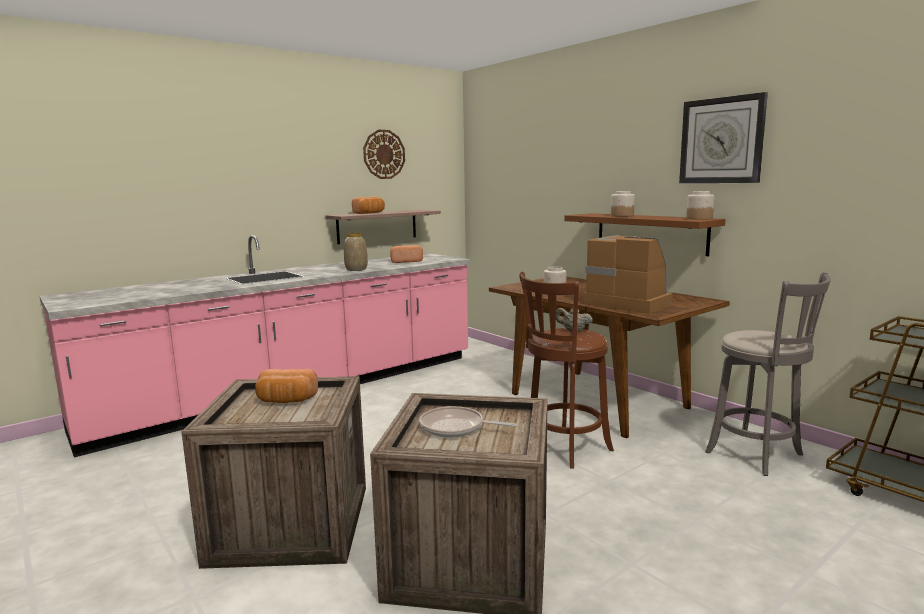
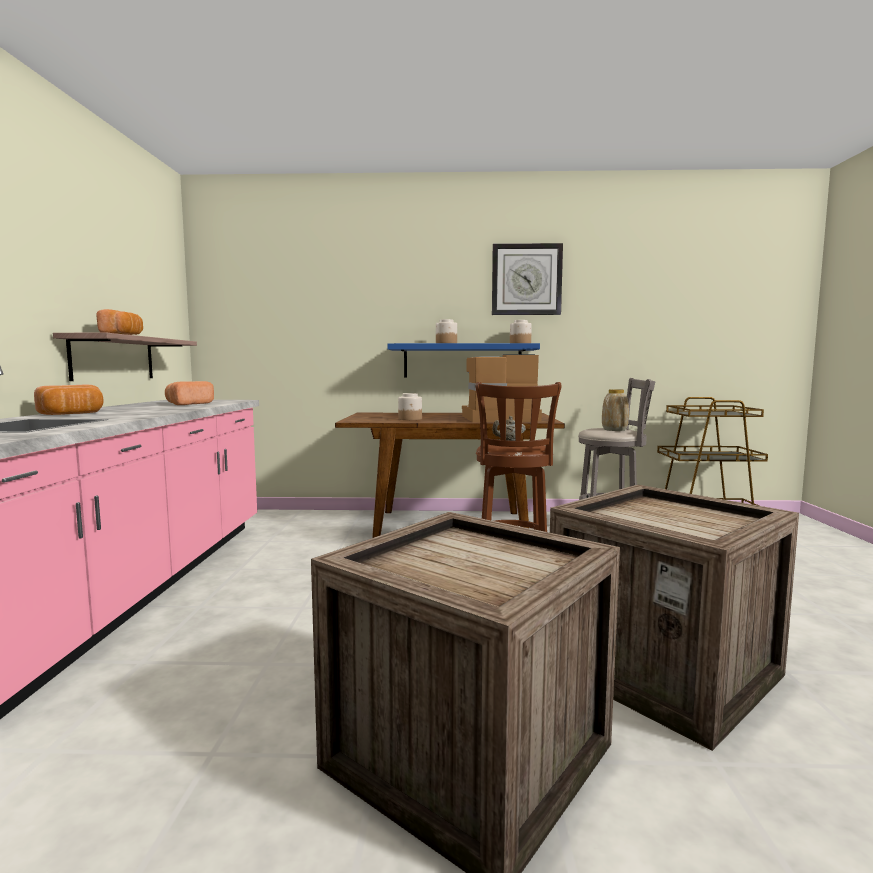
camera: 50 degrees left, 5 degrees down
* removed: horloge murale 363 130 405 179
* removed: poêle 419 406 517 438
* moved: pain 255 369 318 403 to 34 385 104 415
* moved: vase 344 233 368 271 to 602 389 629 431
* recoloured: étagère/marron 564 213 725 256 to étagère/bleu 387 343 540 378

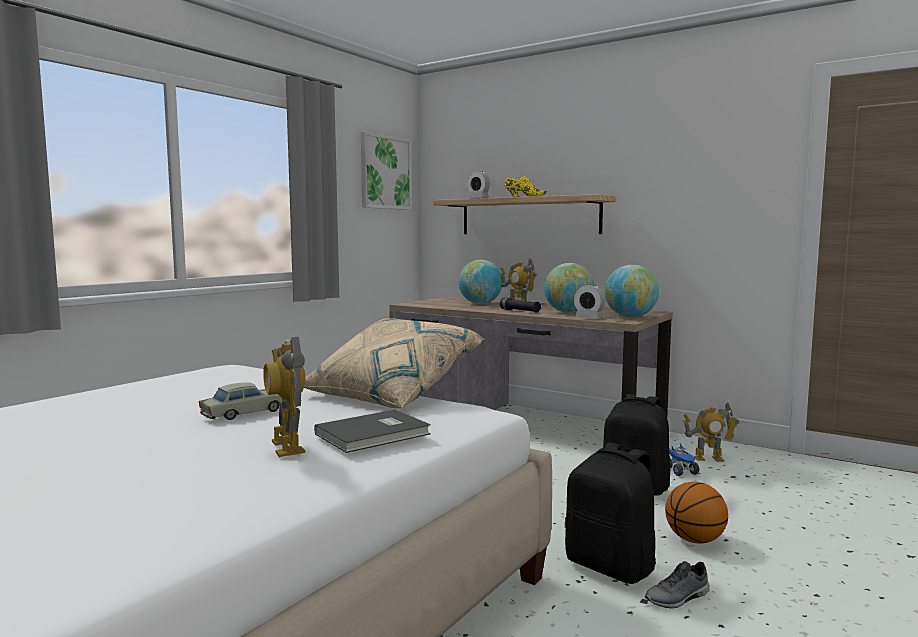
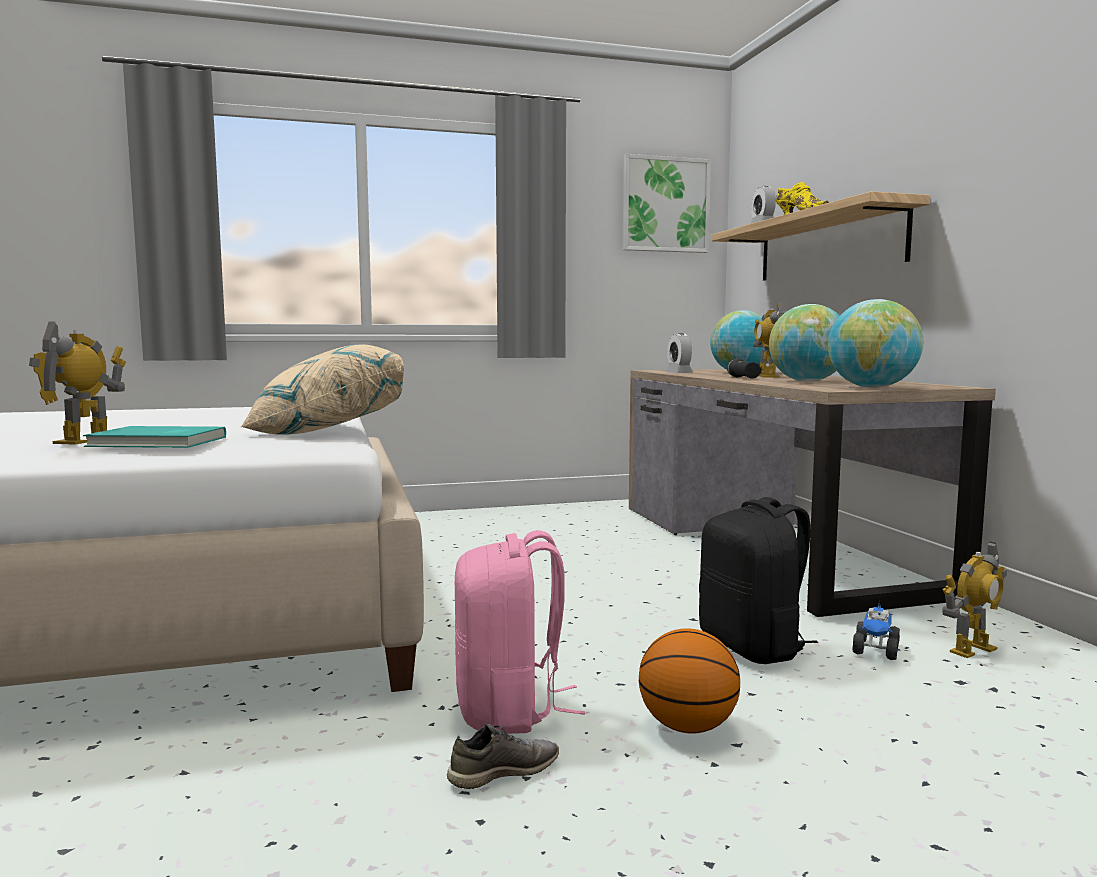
camera: 40 degrees right, 0 degrees up
* removed: petite voiture/beige 199 383 283 420
* moved: réveil 574 284 605 319 to 665 333 693 373
* recoloured: livre/gris 314 410 431 453 to livre/turquoise 83 426 226 448
* recoloured: sac à dos/noir 565 443 656 584 to sac à dos/rose 455 530 585 734
* turned: chaussure/gris 645 561 710 608 = 447 723 559 789 135 degrees clockwise
* turned: robot jouet 683 402 739 462 = 942 541 1007 658 75 degrees counterclockwise

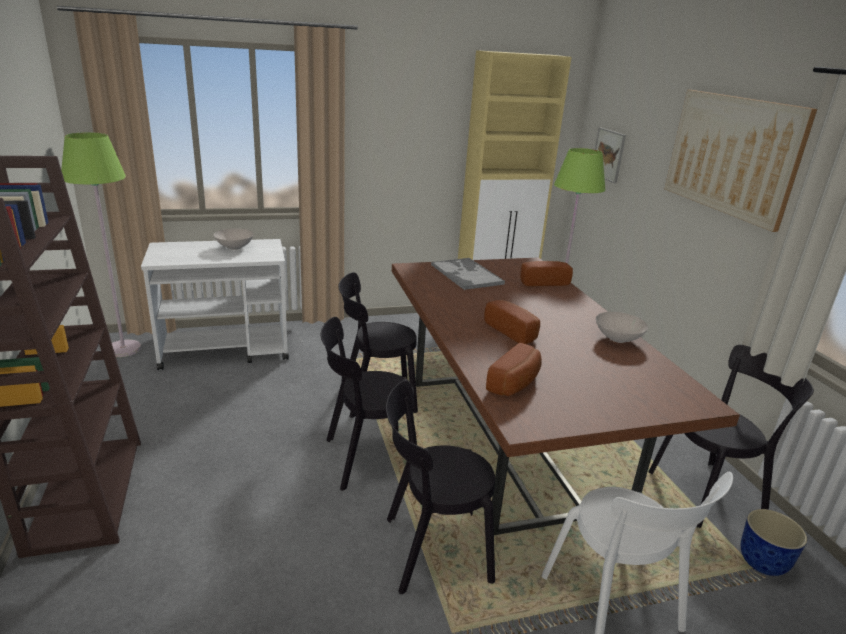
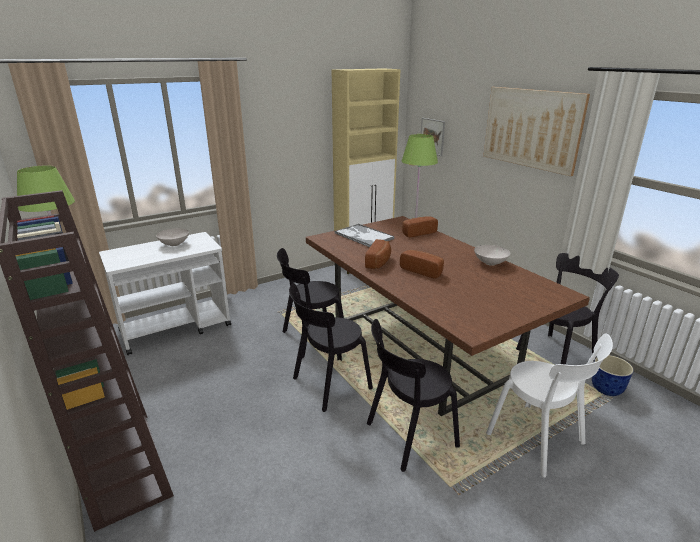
camera: 15 degrees left, 0 degrees up
* moved: pain 486 343 542 396 to 365 239 391 269

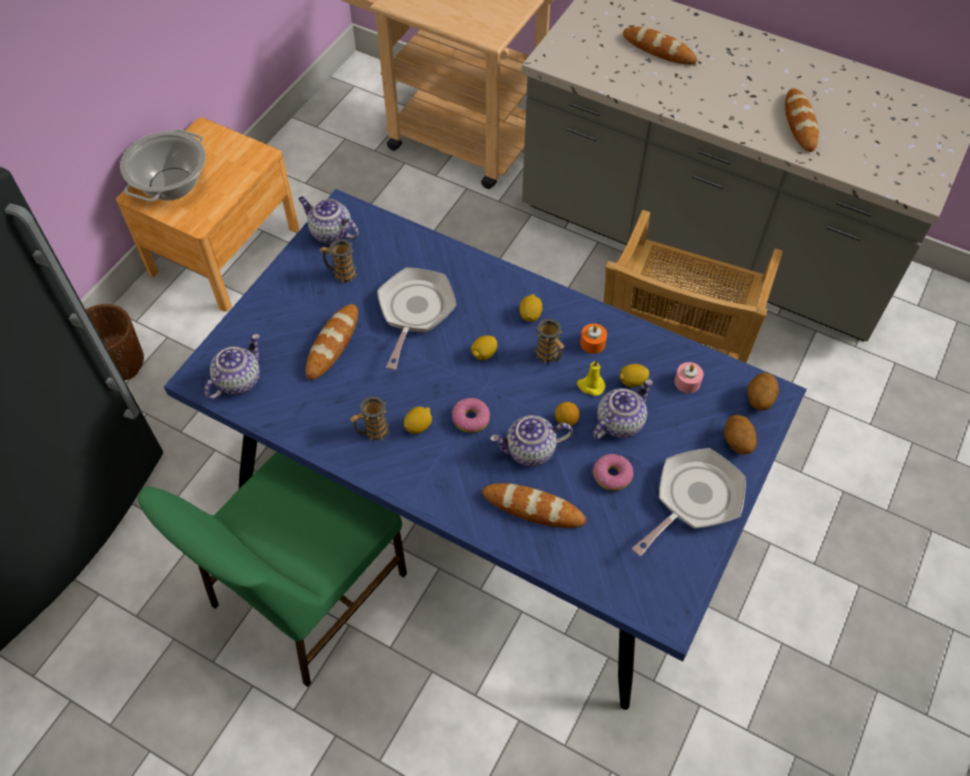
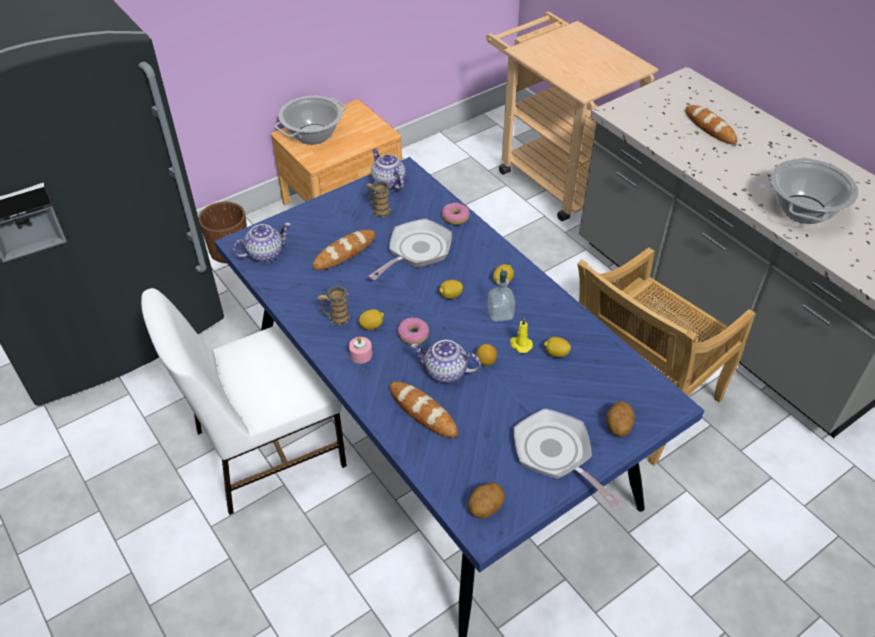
camera: 25 degrees right, 10 degrees down
* removed: bougie/orange 580 323 607 354
* removed: théière 593 379 653 439
* moved: beignet 593 454 633 491 to 442 203 470 225
* moved: bougie/rose 674 362 704 393 to 349 337 372 364
* moved: pomme de terre 747 372 779 411 to 468 482 505 519
* replaced: mug 534 319 564 363 to distributeur de savon 487 269 515 322
* replaced: pain 785 88 819 152 to marmite 771 157 859 224
* recoloured: chaise/vert 138 452 407 687 to chaise/blanc 141 288 347 515
* turned: poêle 632 448 746 556 = 514 408 620 507 105 degrees counterclockwise

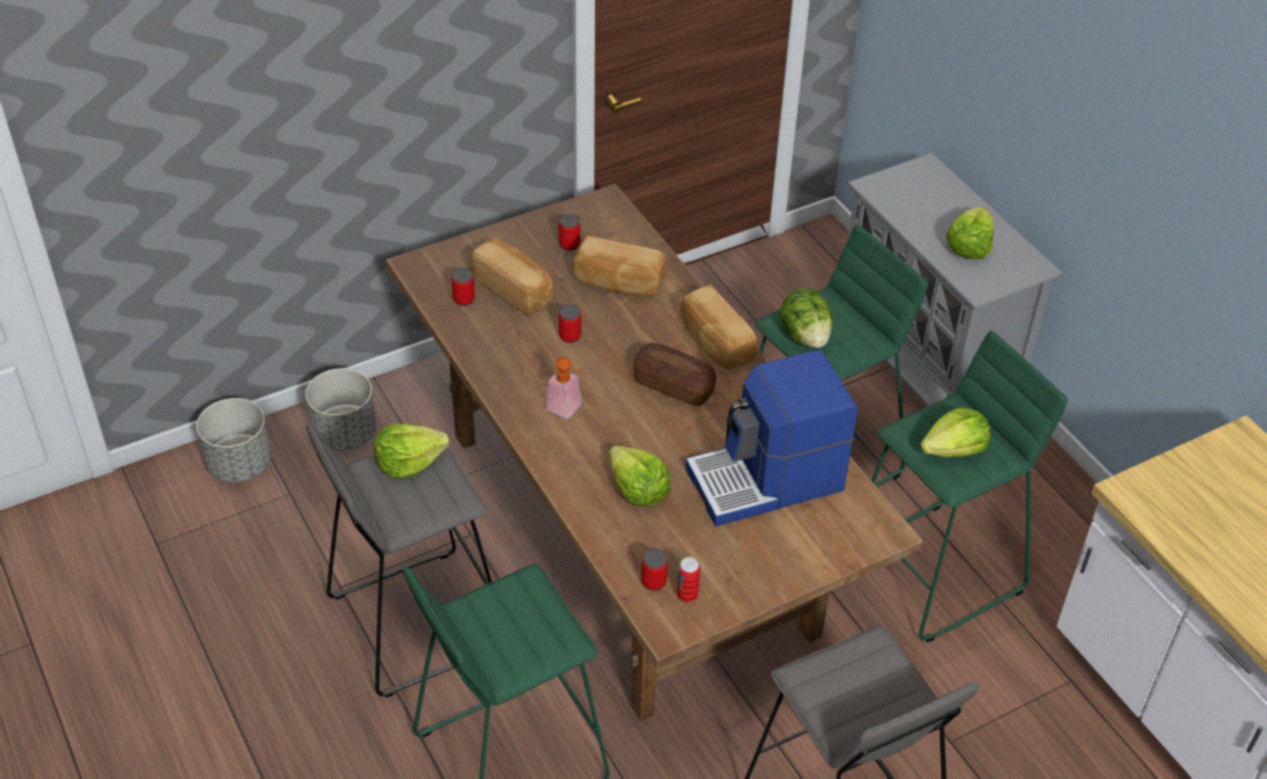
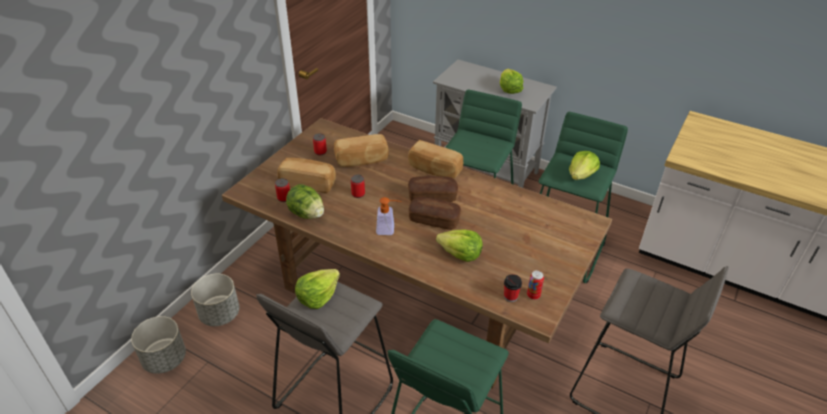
camera: 30 degrees left, 5 degrees down
* removed: machine à café 685 350 857 527
* added: pain 409 197 461 230
* moved: laitue 780 288 833 348 to 286 184 324 219
* replaced: boîte métallique 641 548 668 591 to tasse 504 274 522 302

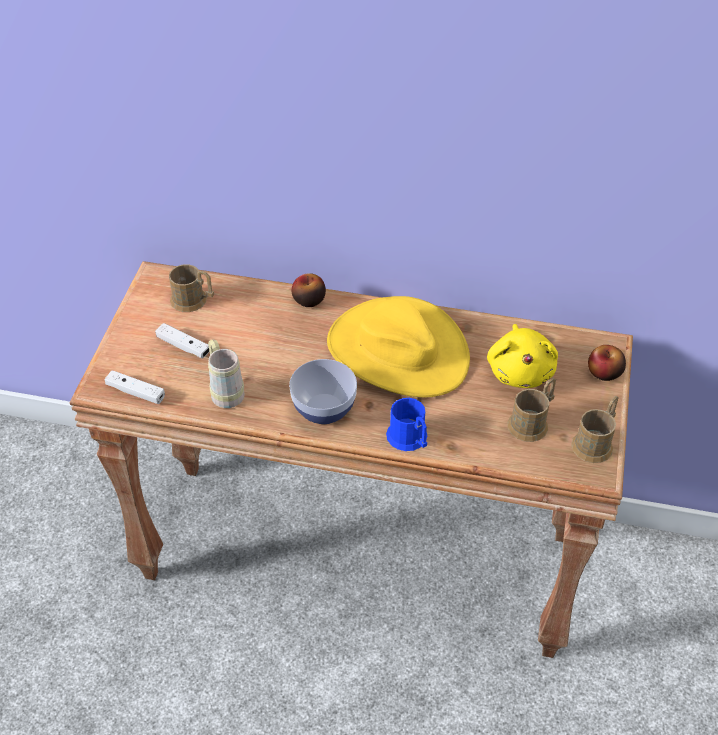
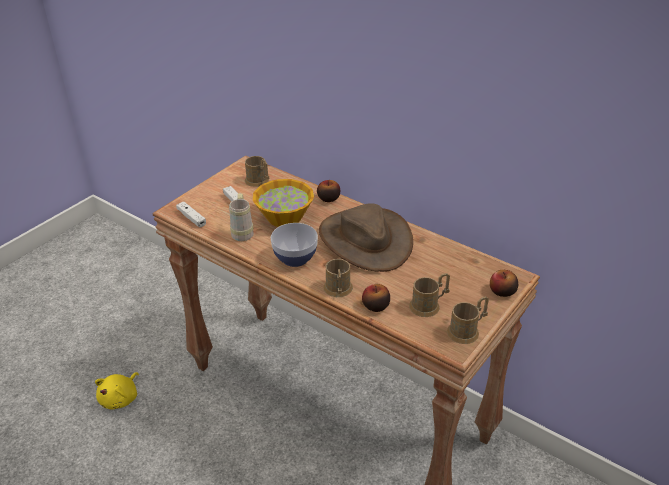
camera: 25 degrees right, 10 degrees down
* added: bol 253 179 314 227
* added: pomme 362 284 390 312
* moved: peluche/jaune 487 324 558 388 to 95 372 139 409
* recoloured: chapeau/jaune 327 296 470 398 to chapeau/marron 319 203 413 272
* recoloured: mug/bleu 386 398 427 451 to mug/marron 323 259 353 297

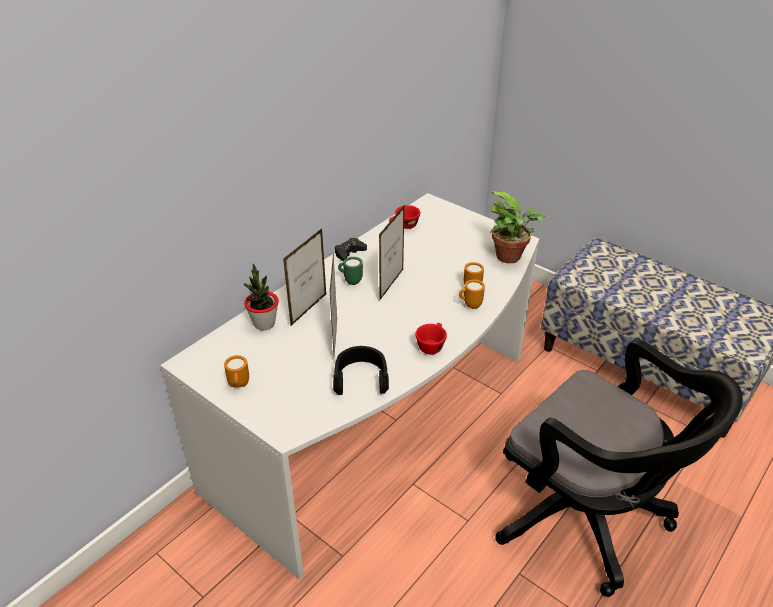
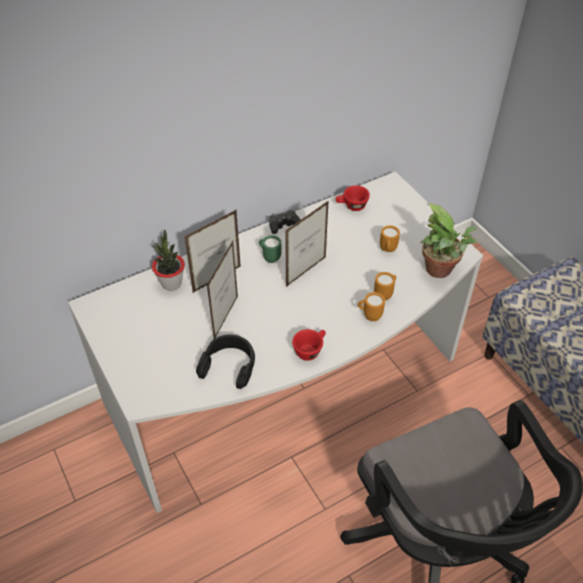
camera: 20 degrees right, 10 degrees up
* moved: mug/orange 224 355 249 388 to 380 225 400 252

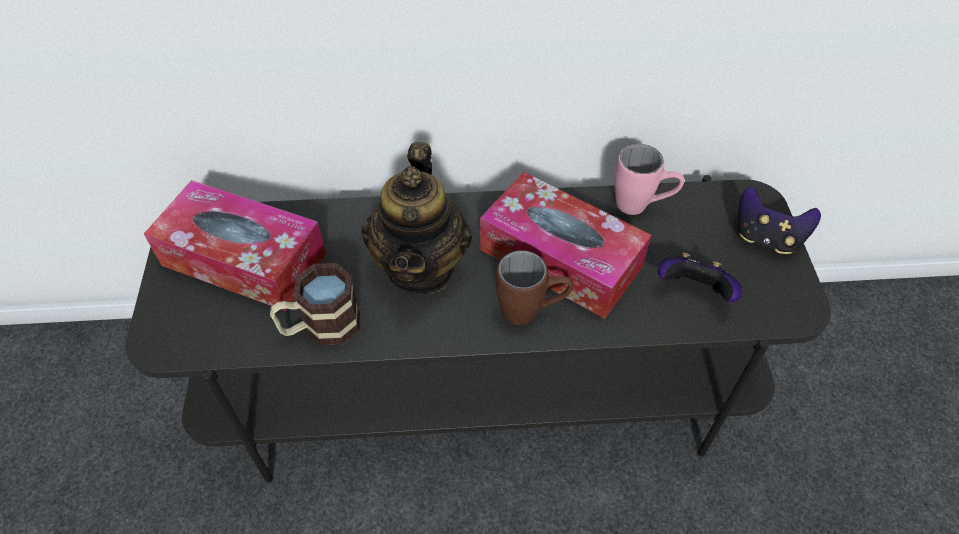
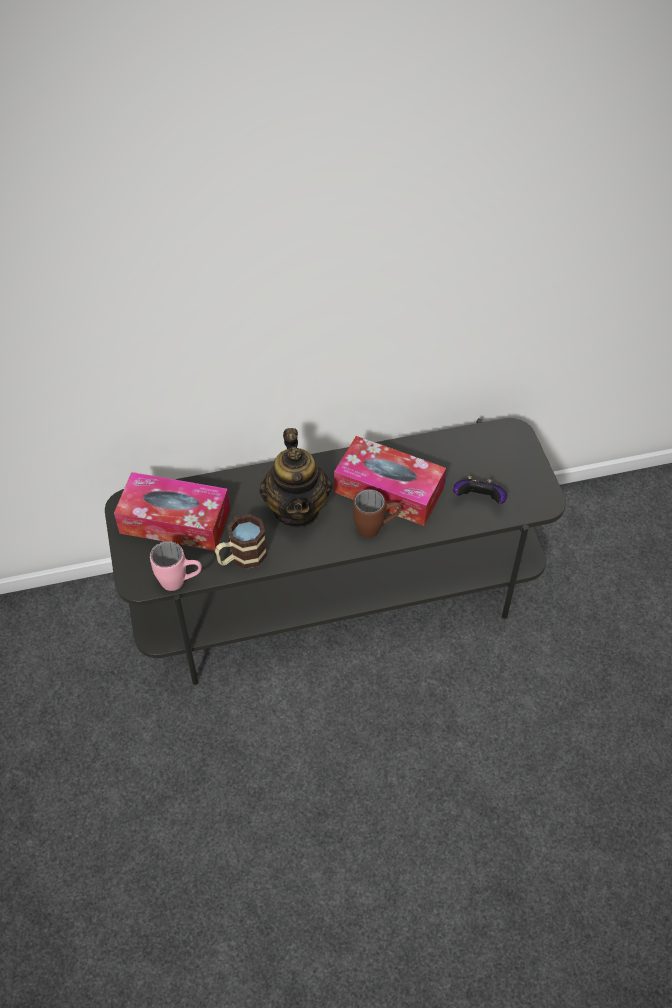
camera: 10 degrees left, 0 degrees up
* removed: manette 738 186 821 254
* moved: mug/rose 614 144 684 215 to 150 541 202 591

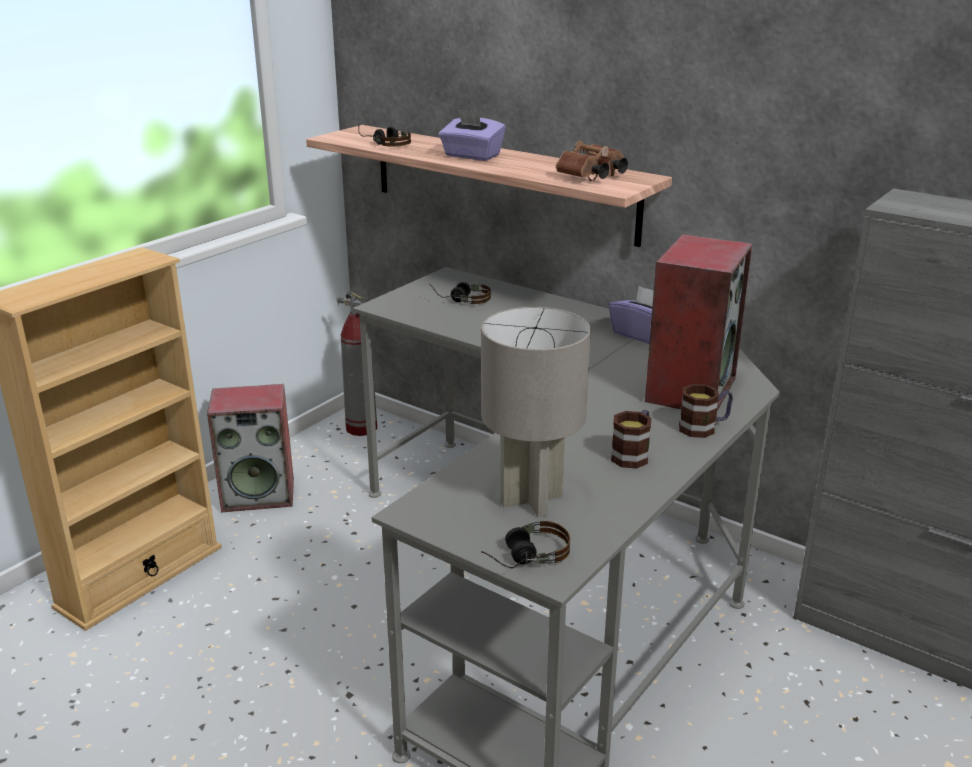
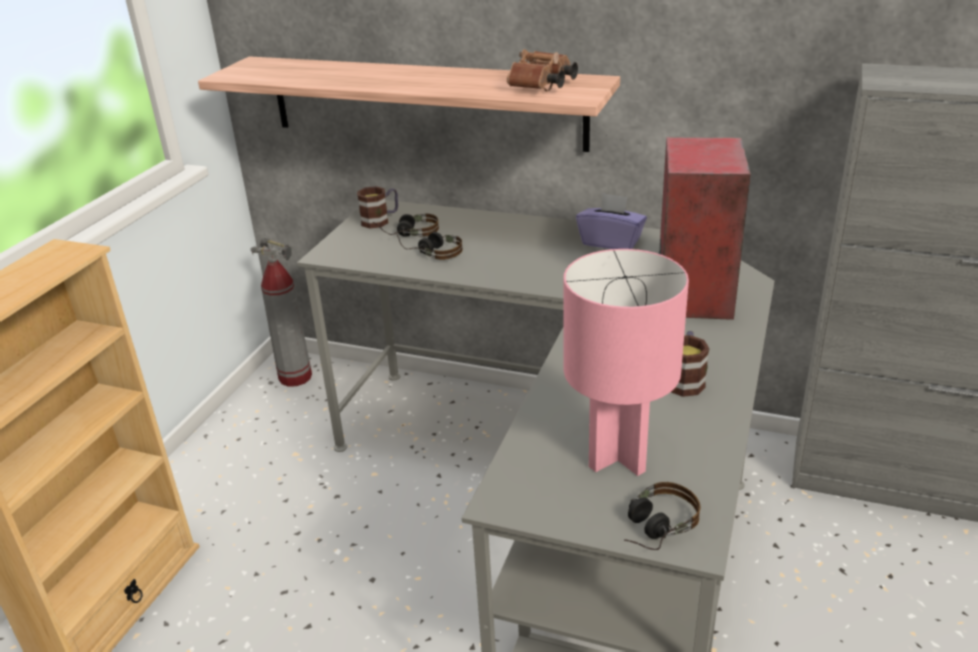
camera: 15 degrees left, 5 degrees up
* removed: enceinte 207 384 294 512
* removed: boîte à mouchoirs/violet 439 110 506 161
* moved: casque audio 358 125 411 146 to 396 232 463 260
* moved: mug 679 384 733 438 to 357 186 398 228
* recoloured: lampe de table/gris 481 307 591 517 to lampe de table/rose 563 249 689 476

